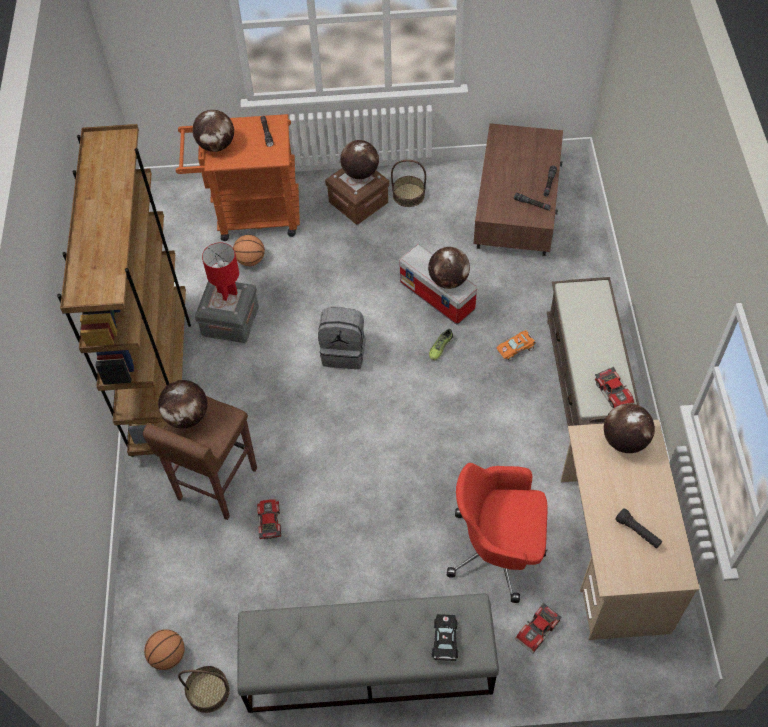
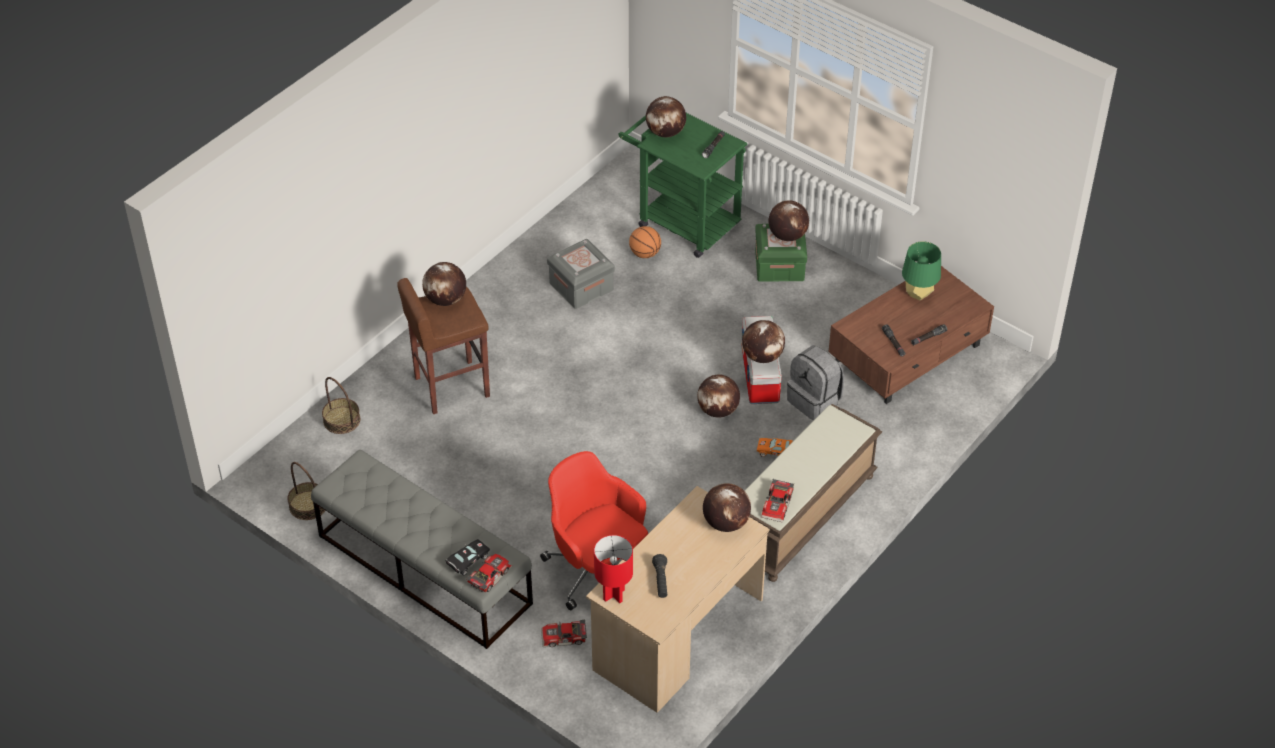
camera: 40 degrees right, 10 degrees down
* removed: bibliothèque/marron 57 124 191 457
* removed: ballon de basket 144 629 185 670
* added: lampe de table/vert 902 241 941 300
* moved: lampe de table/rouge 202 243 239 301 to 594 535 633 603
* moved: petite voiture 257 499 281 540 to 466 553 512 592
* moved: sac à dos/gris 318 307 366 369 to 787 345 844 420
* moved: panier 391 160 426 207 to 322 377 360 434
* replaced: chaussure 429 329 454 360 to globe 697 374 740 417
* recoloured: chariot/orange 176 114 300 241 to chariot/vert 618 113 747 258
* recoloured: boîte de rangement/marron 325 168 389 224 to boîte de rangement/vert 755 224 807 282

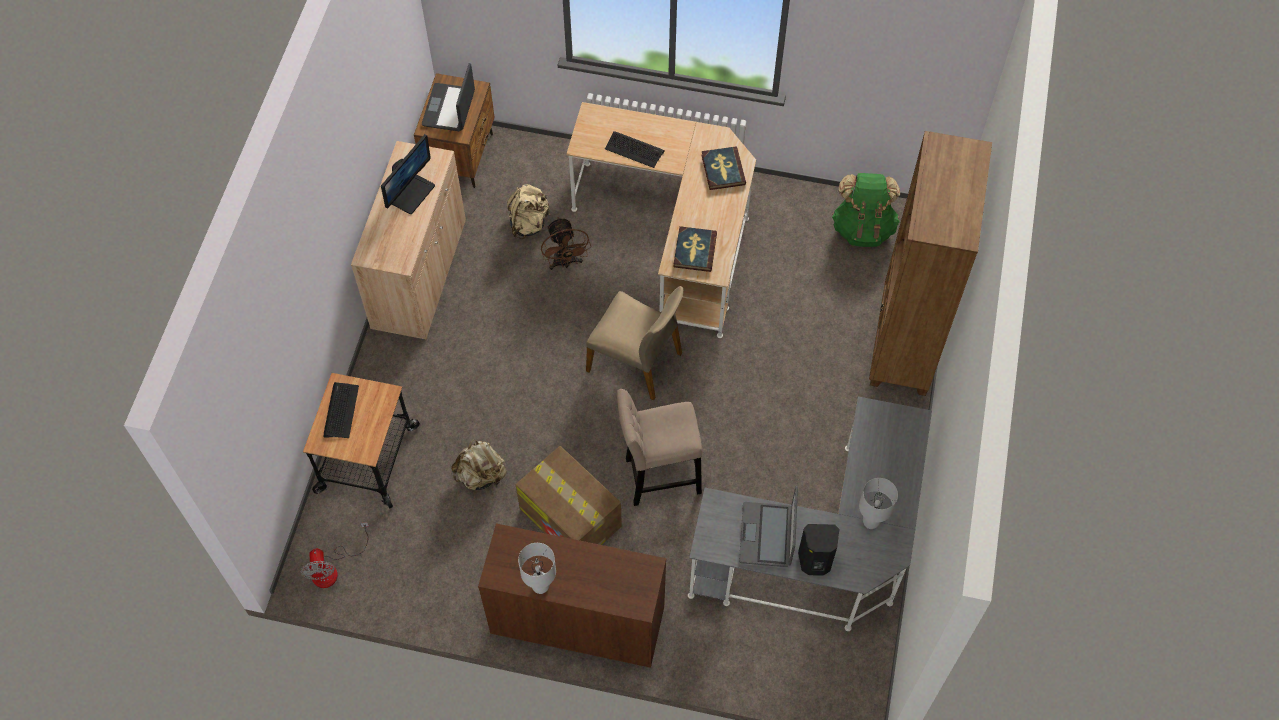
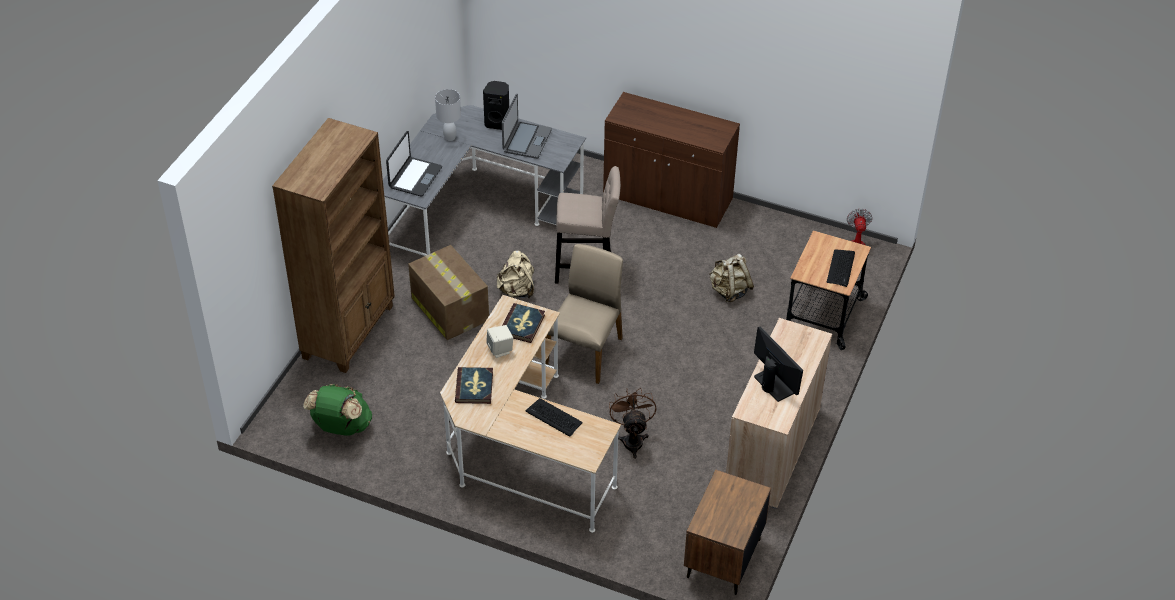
camera: 170 degrees left, 15 degrees down
* removed: lampe de table/blanc 518 543 556 594
* added: enceinte/beige 486 325 513 358
* moved: ordinateur portable 422 63 475 131 to 386 131 442 196
* moved: sac à dos/beige 507 184 550 239 to 497 250 534 298
* moved: carton 515 446 622 545 to 408 245 489 340
* turned: écran d'ordinateur 381 134 435 214 = 754 327 803 402 105 degrees clockwise
* turned: chaise/beige 586 286 683 400 = 545 244 623 384 75 degrees clockwise

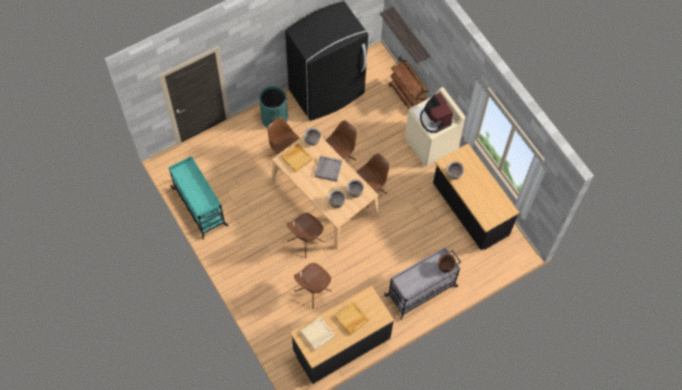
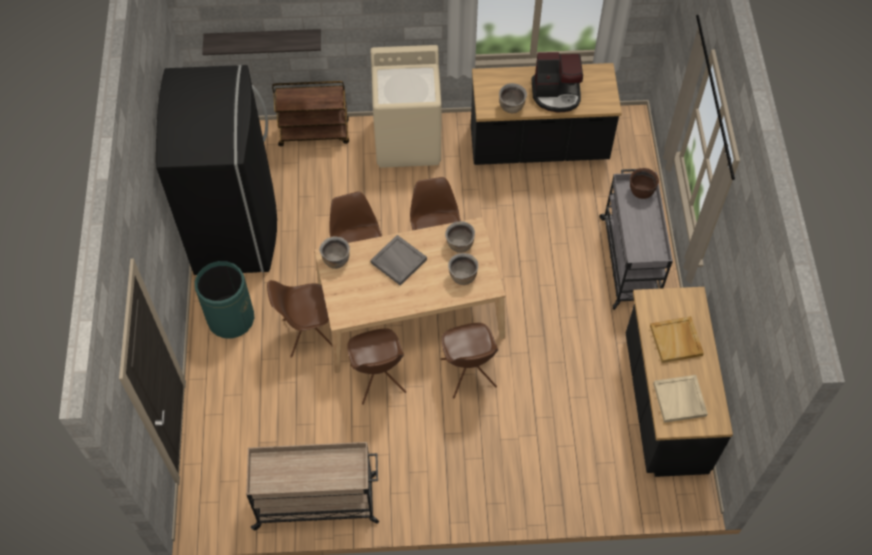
camera: 60 degrees left, 5 degrees down
* removed: plateau/beige 281 143 313 173
* moved: chaise/marron 294 263 332 309 to 347 328 406 405
* moved: machine à café 420 93 453 133 to 531 52 583 112
* recoloured: chariot/turquoise 168 156 229 239 to chariot/beige 246 442 379 531

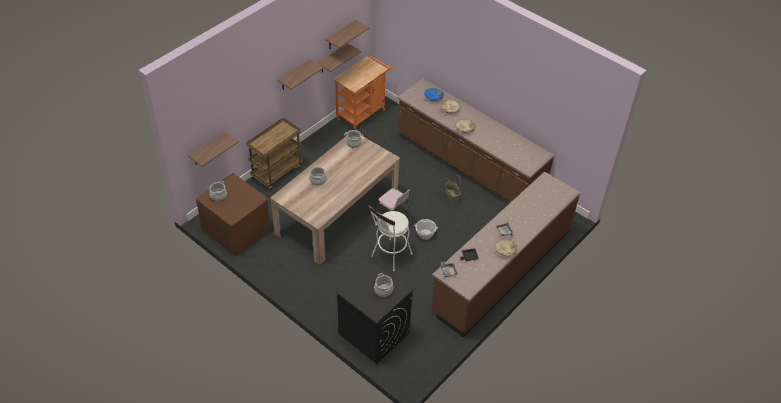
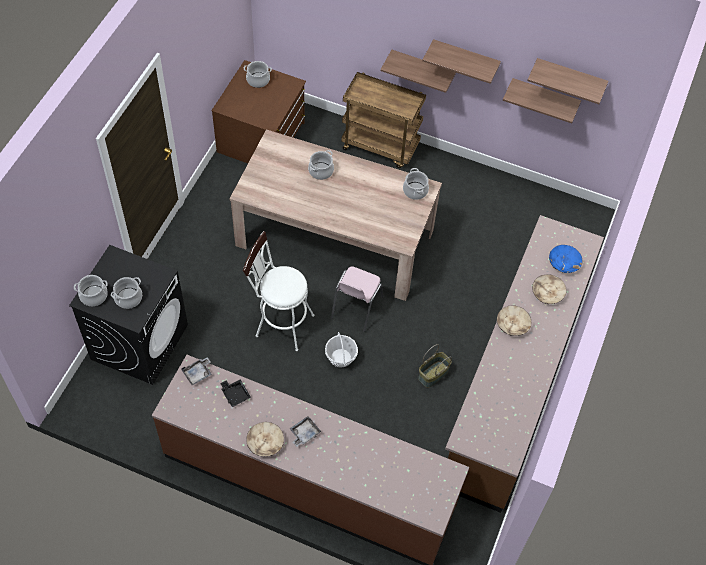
camera: 70 degrees right, 10 degrees up
* removed: chariot/orange 333 56 392 130
* added: marmite 74 275 108 306
* moved: étagère 188 132 239 167 to 380 50 456 93

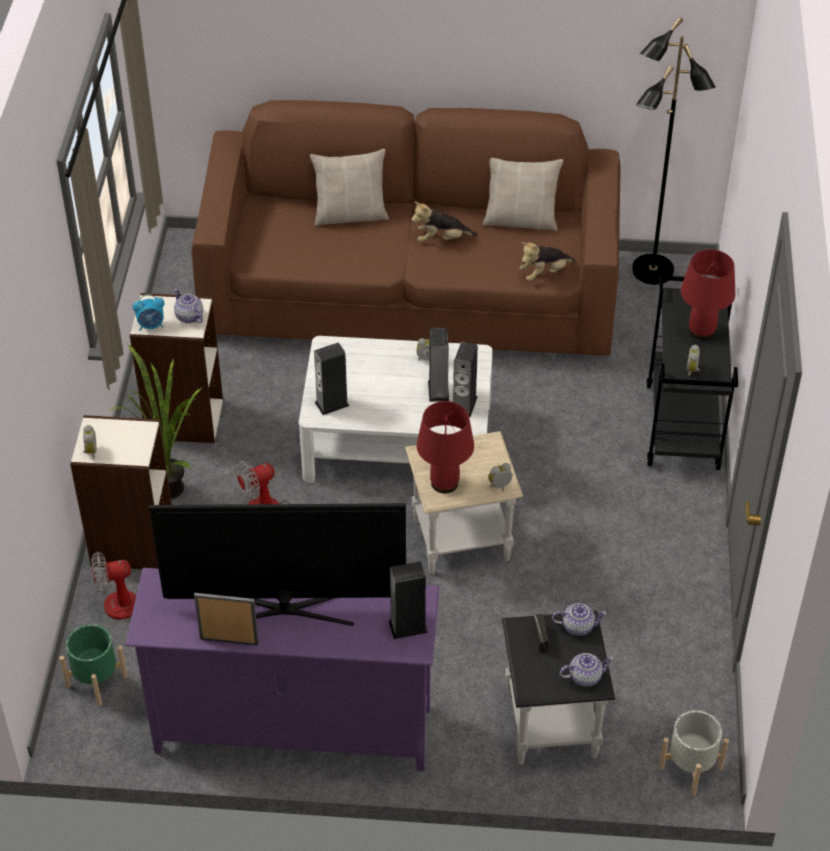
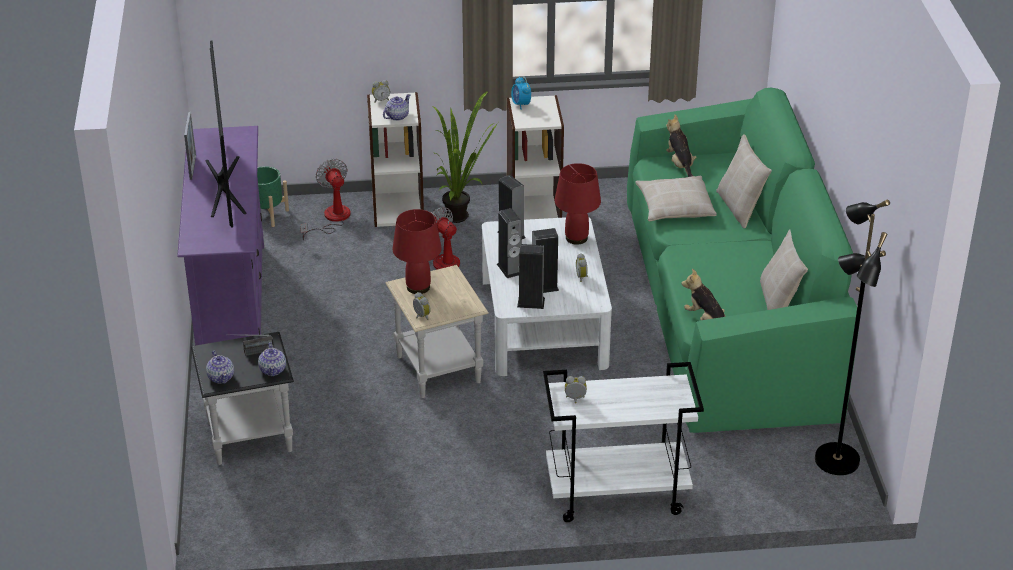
camera: 80 degrees right, 10 degrees down
* removed: cache-pot/gris 659 710 729 796
* added: coussin/beige 635 176 717 221
* moved: théière 173 288 203 323 to 383 94 411 121
* moved: enceinte 388 561 428 639 to 497 208 522 278
* moved: peluche 411 202 477 242 to 666 115 697 177
* moved: lampe de table/rouge 681 249 735 340 to 555 163 601 245
* recoloured: canapé/marron 191 100 621 356 to canapé/vert 627 88 860 433
* recoloured: chariot/noir 646 276 738 470 to chariot/blanc 543 362 704 522

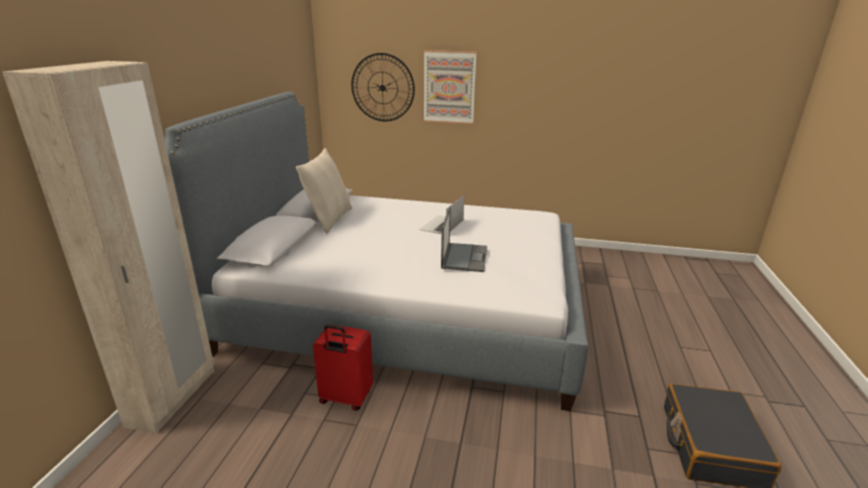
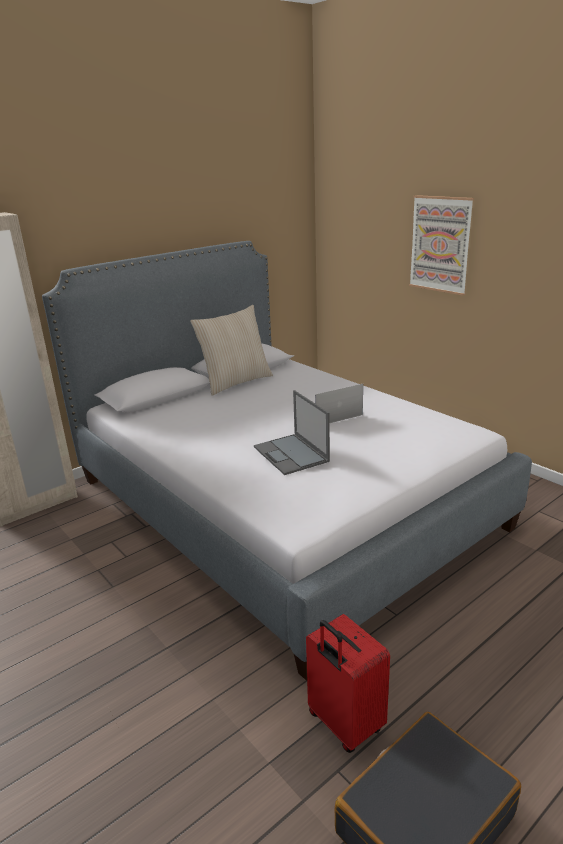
camera: 40 degrees right, 0 degrees up
* removed: horloge murale 351 53 415 121
* moved: valise/rouge 313 324 373 411 to 306 614 390 753
* turned: ordinateur portable 441 206 487 272 = 254 390 330 475 105 degrees clockwise

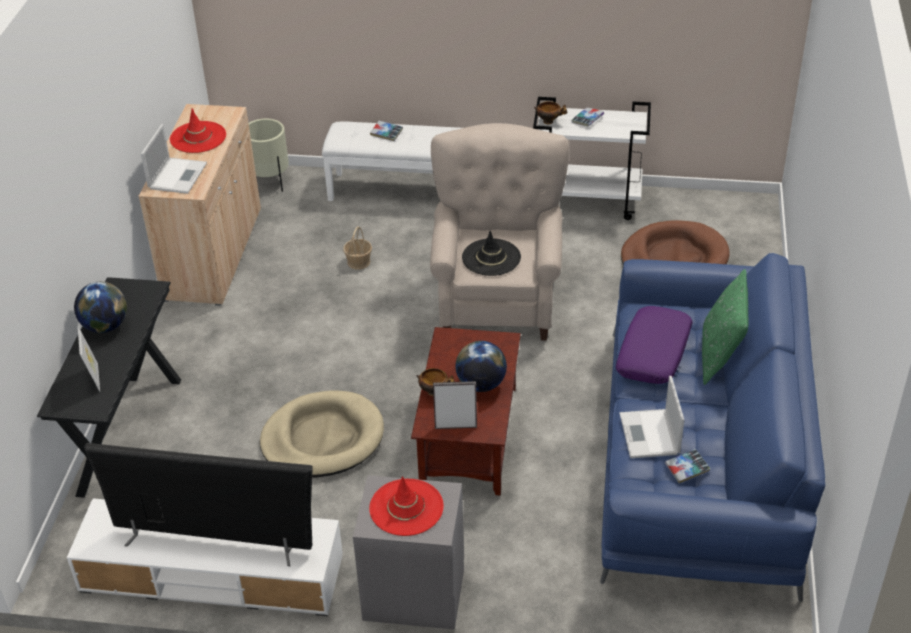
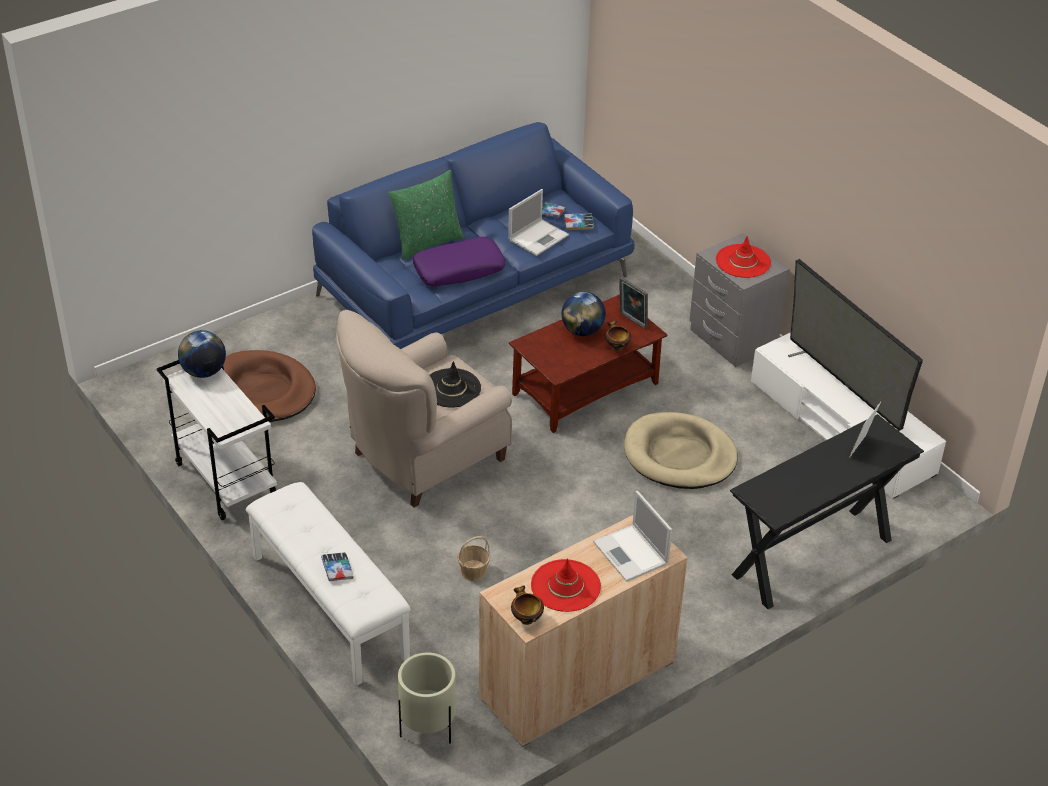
camera: 135 degrees left, 0 degrees up
* moved: globe 74 282 127 333 to 178 330 226 378
* moved: bol 534 101 567 124 to 511 585 544 625
* moved: livre 571 107 604 126 to 565 213 594 230
* turned: ordinateur portable 141 124 207 194 = 593 491 672 582 90 degrees counterclockwise

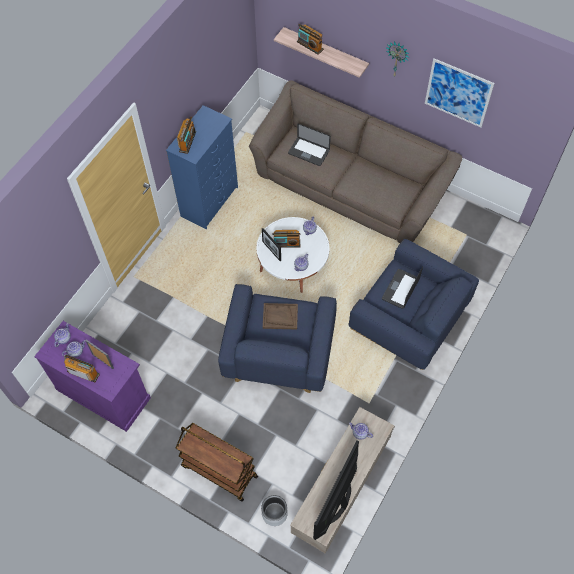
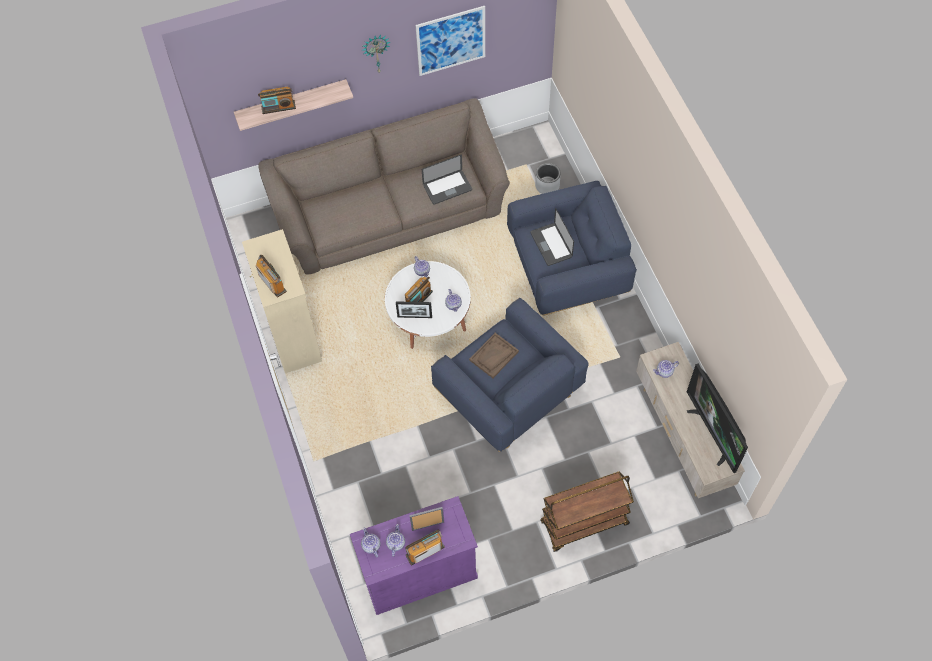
camera: 50 degrees left, 0 degrees up
* moved: cache-pot/gris 261 495 288 526 to 535 163 561 194
* moved: ordinateur portable 288 123 331 166 to 422 155 472 205
* recoloured: commode/bleu 166 105 238 229 to commode/beige 242 229 322 373

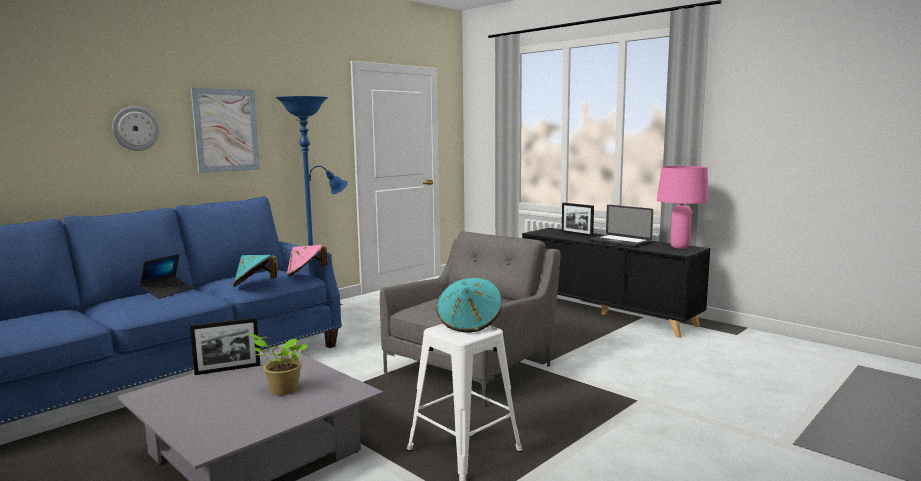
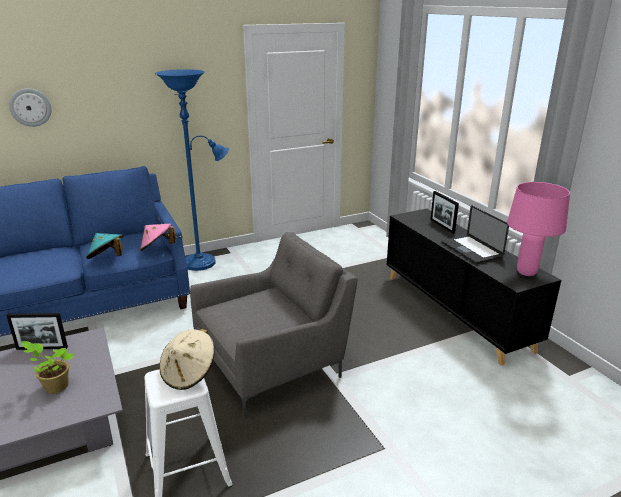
camera: 20 degrees right, 15 degrees up
* removed: ordinateur portable 140 254 193 299
* removed: tableau 191 88 260 173
* recoloured: chapeau/turquoise 436 278 502 333 to chapeau/beige 160 329 215 390

